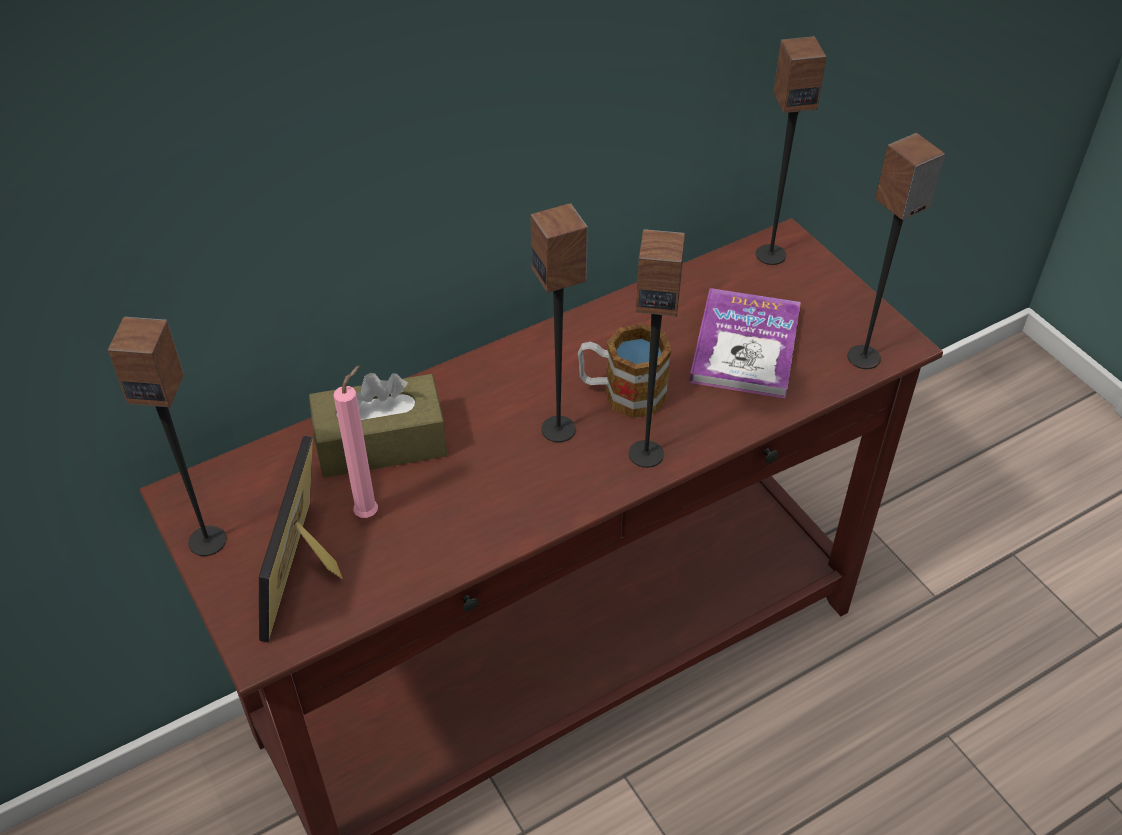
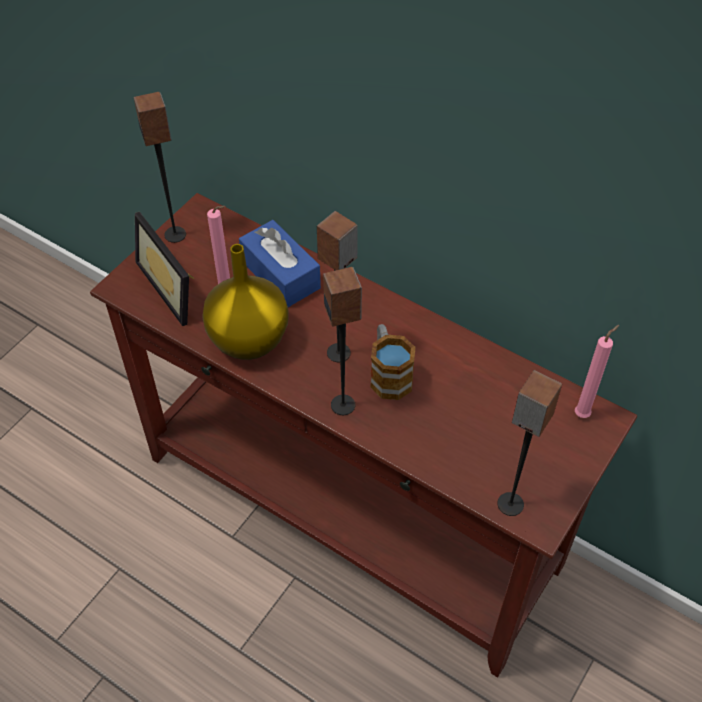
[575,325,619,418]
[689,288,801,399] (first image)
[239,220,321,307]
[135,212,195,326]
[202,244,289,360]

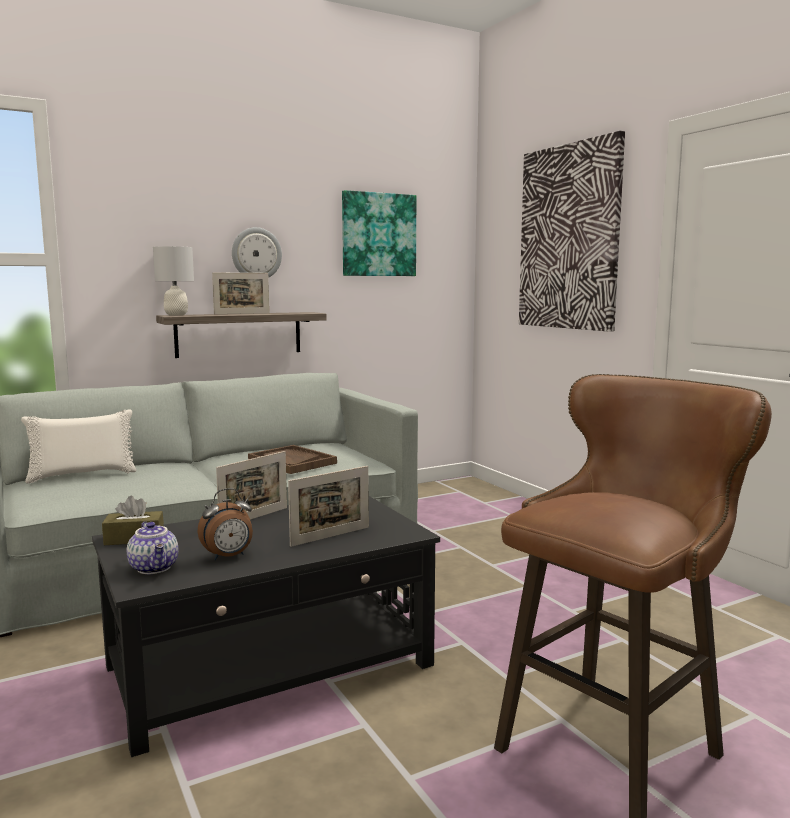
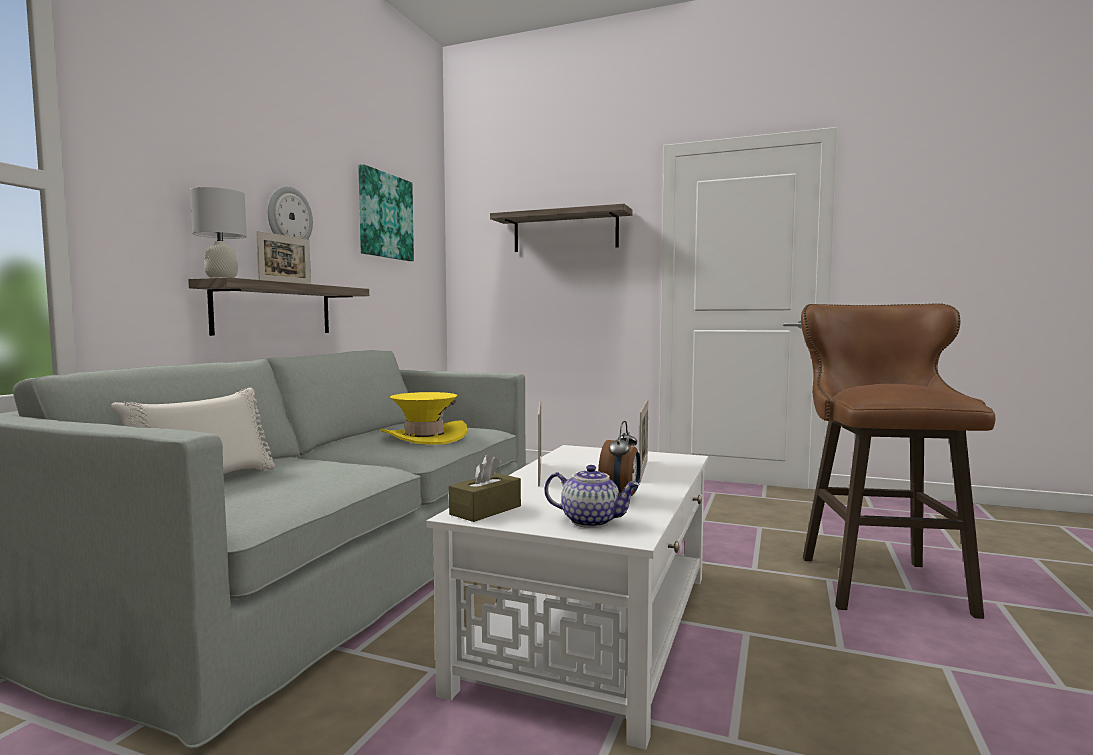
[490,204,632,252]
[381,392,467,445]
[427,445,708,750]

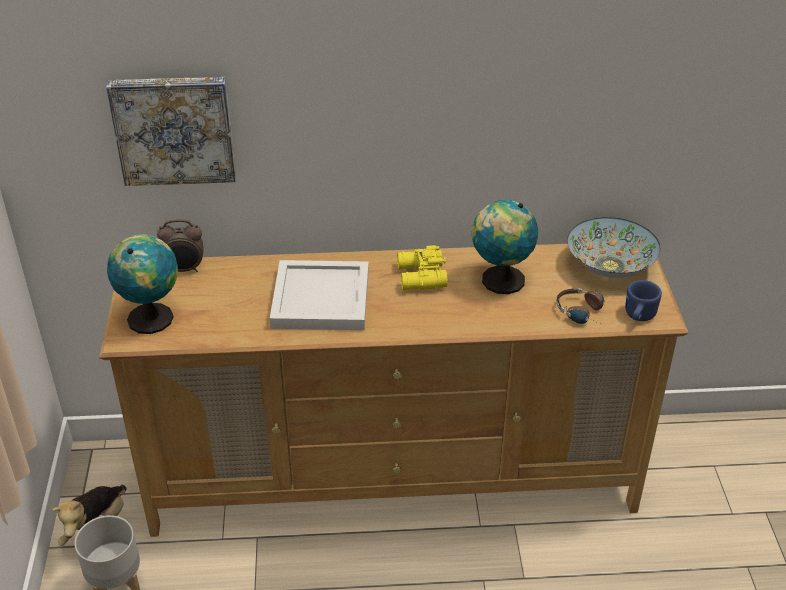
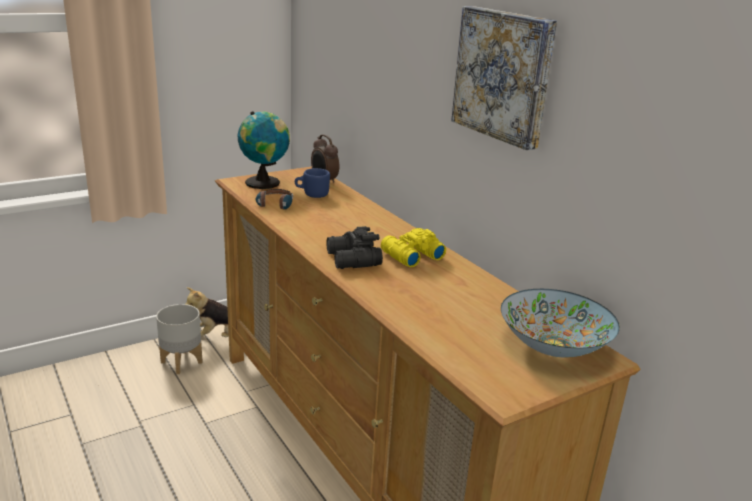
[451,6,557,150]
[472,200,538,294] (first image)
[270,260,369,330] (first image)
[295,168,330,198]
[256,189,293,210]
[326,226,383,269]

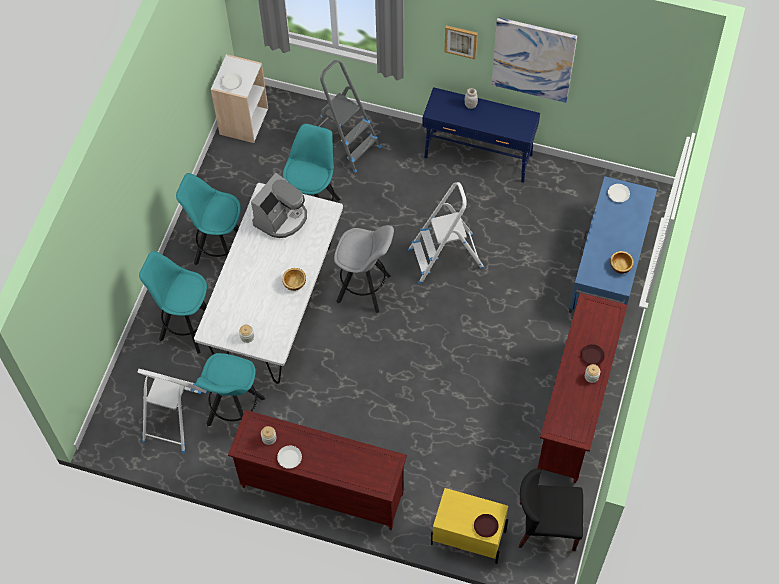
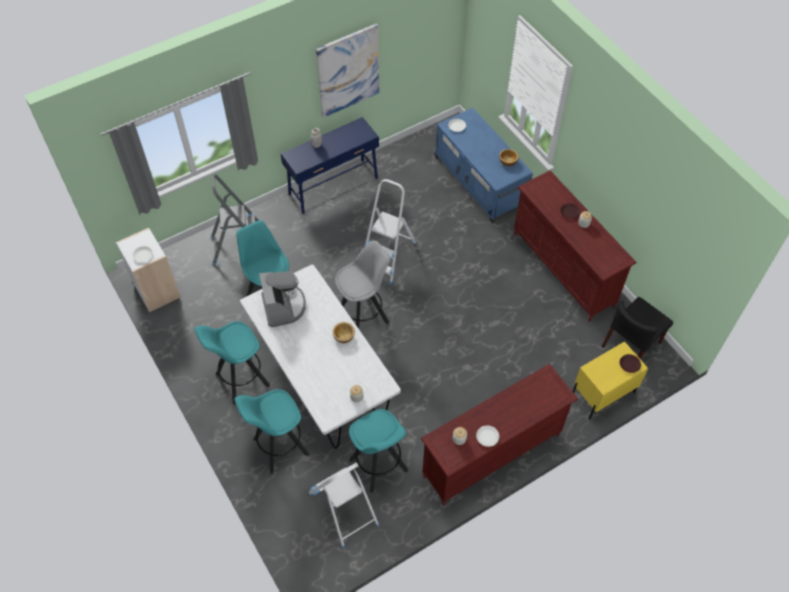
[444,25,478,59] (first image)

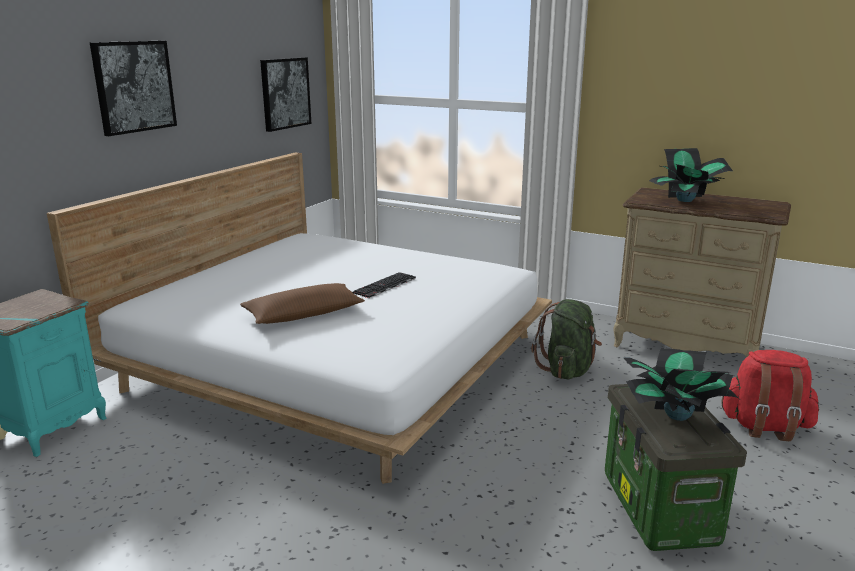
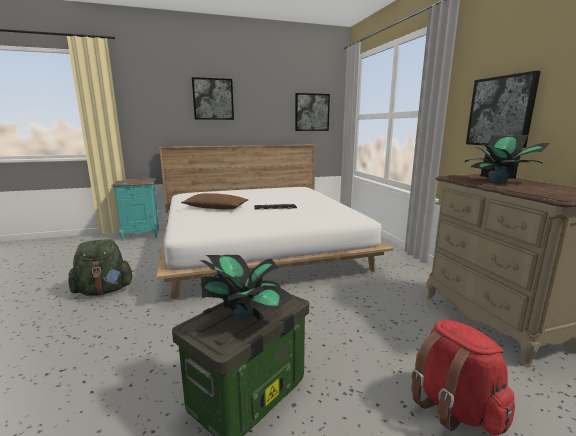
[68,239,134,296]
[466,71,541,148]

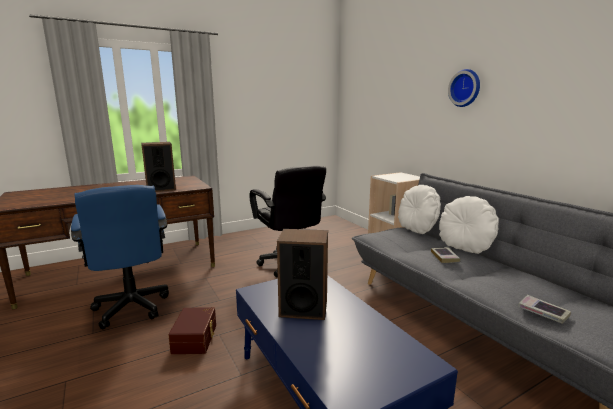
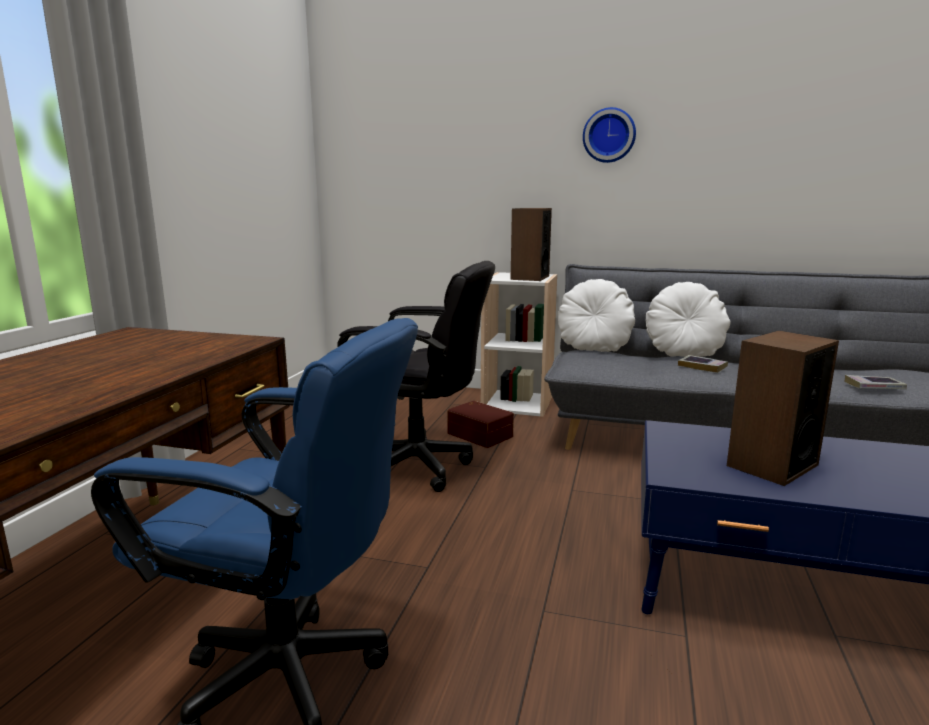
[510,208,552,281]
[447,401,514,448]

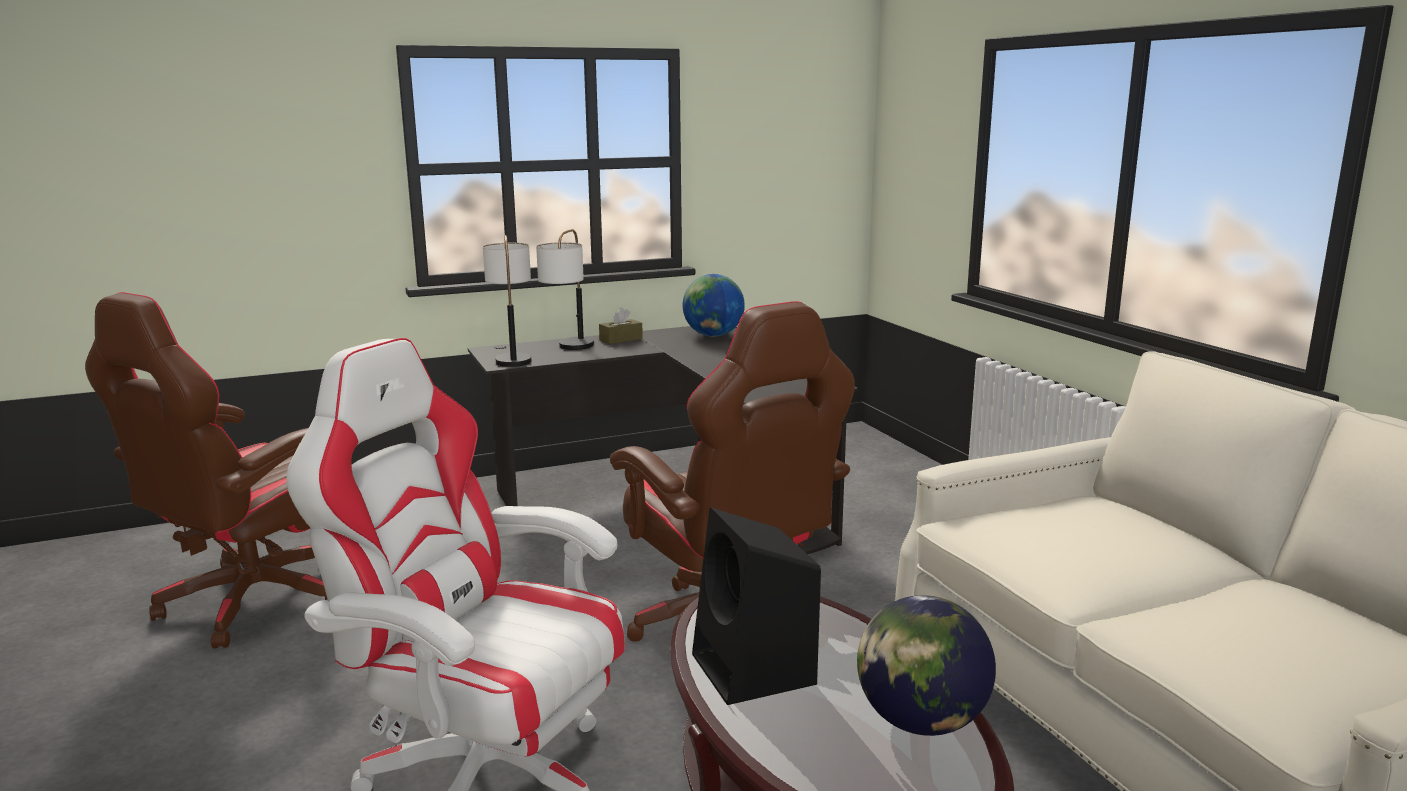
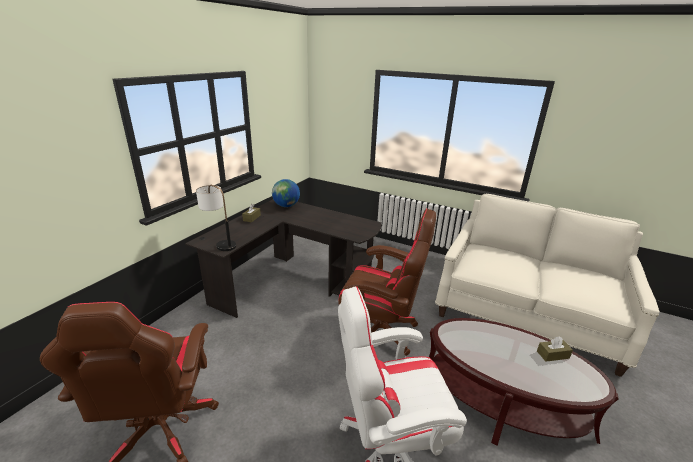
[536,229,594,350] (first image)
[692,508,821,705] (first image)
[537,336,573,362]

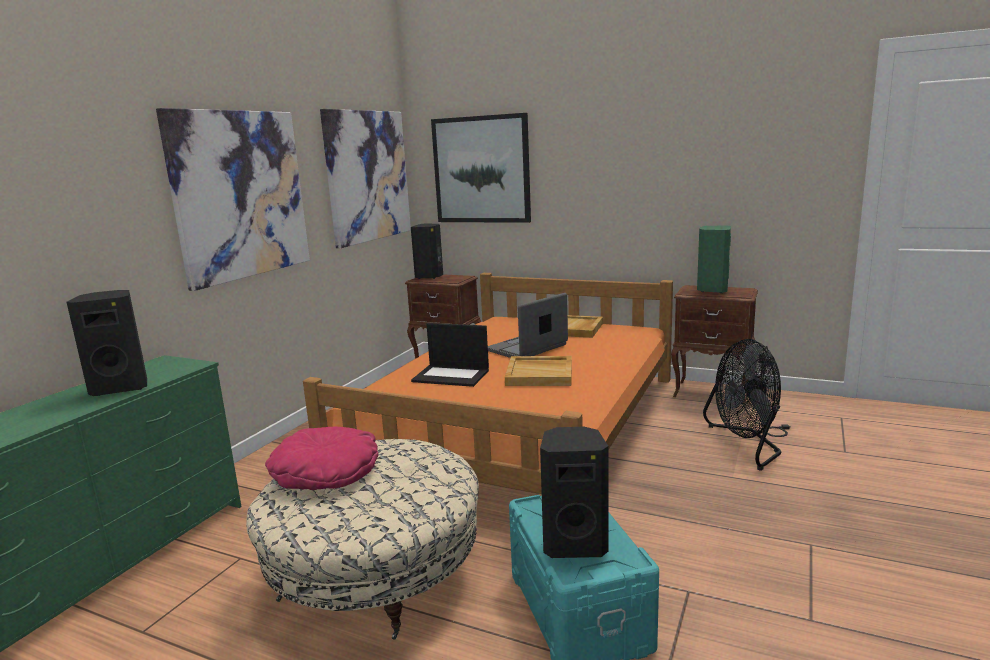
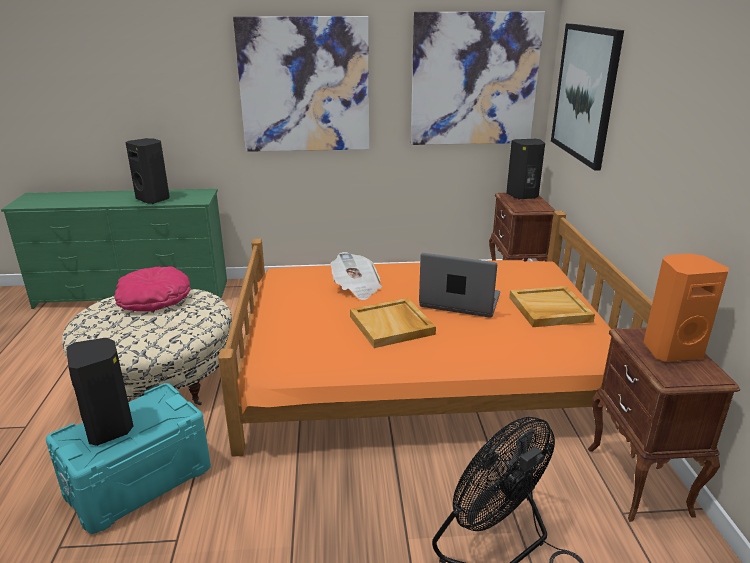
[644,253,729,362]
[330,252,382,300]

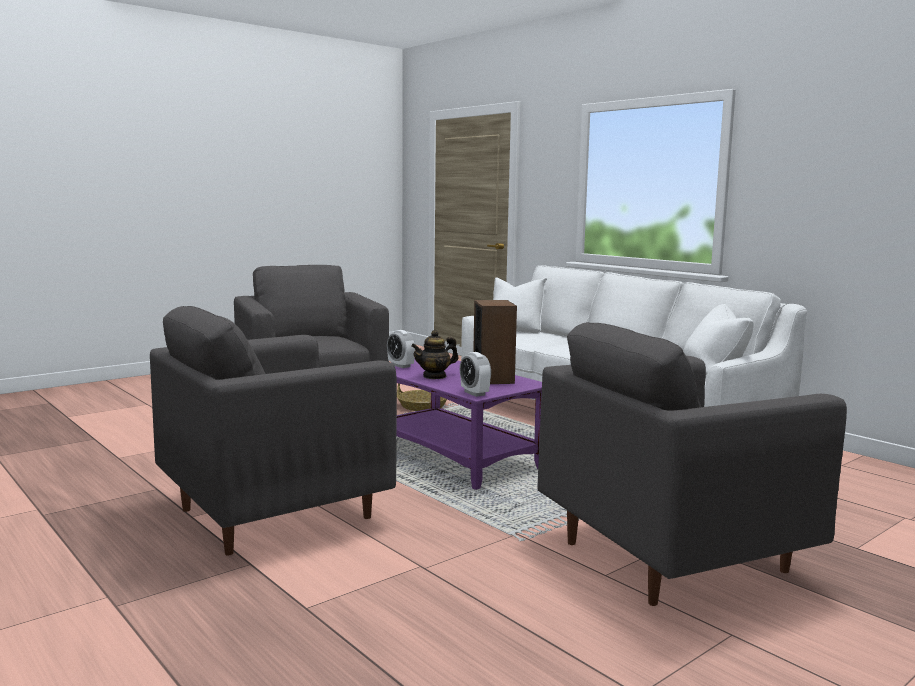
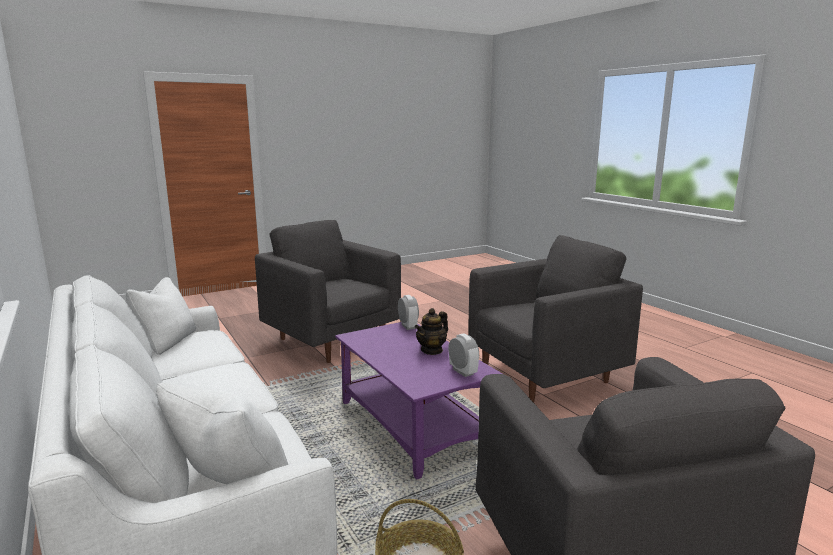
[473,300,517,384] (first image)
[255,220,401,363]
[415,308,448,355]

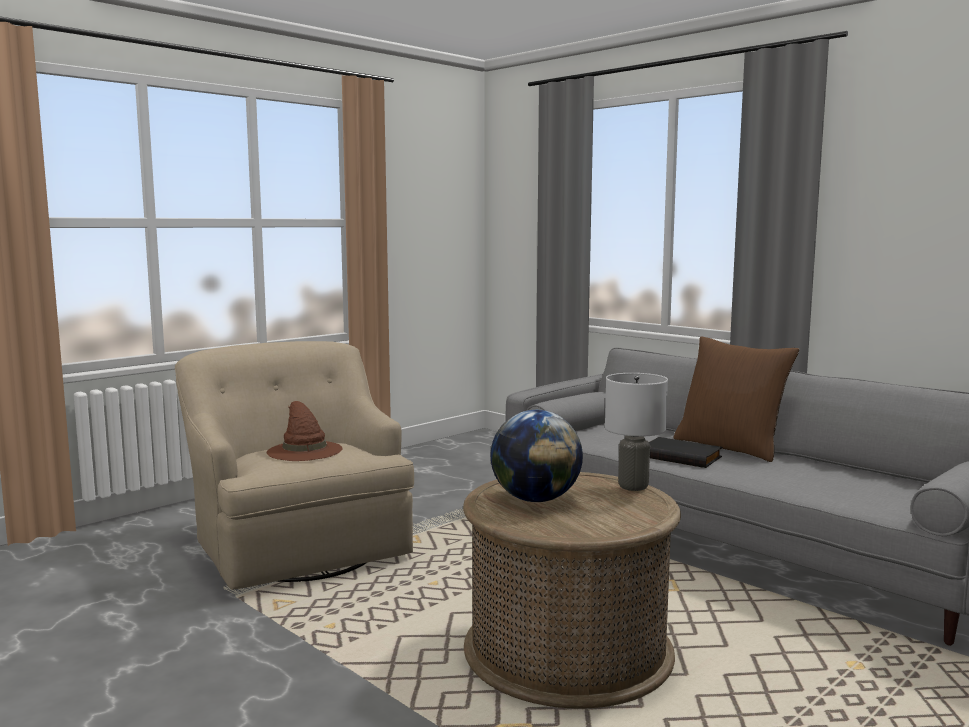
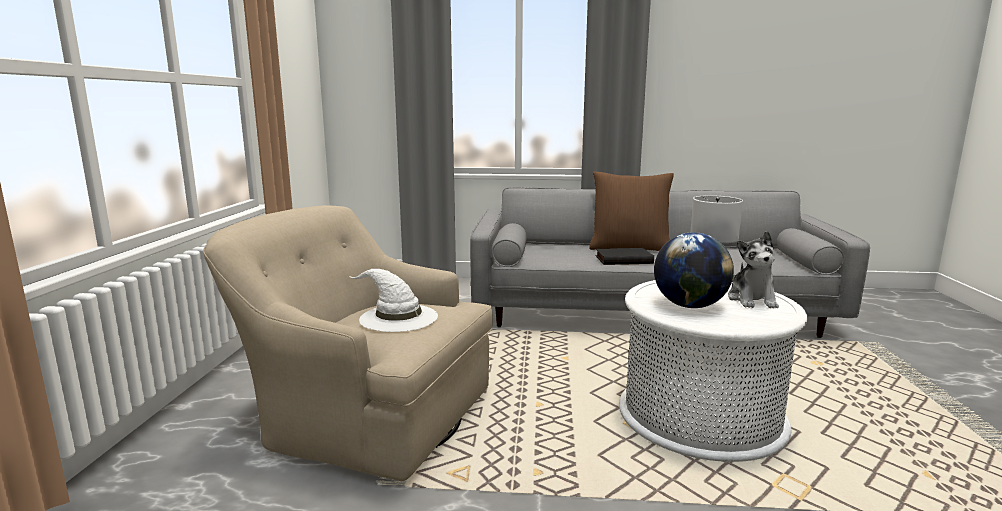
[349,269,438,332]
[619,280,808,462]
[728,231,779,308]

